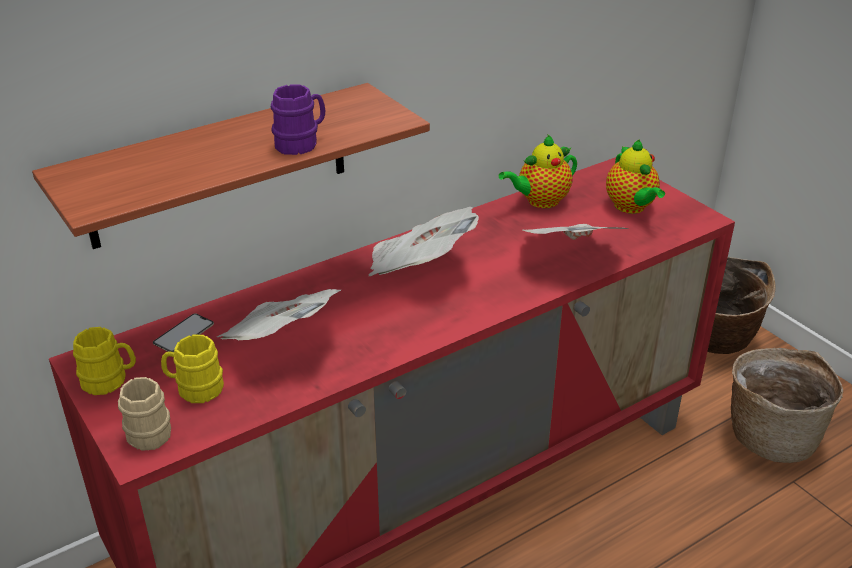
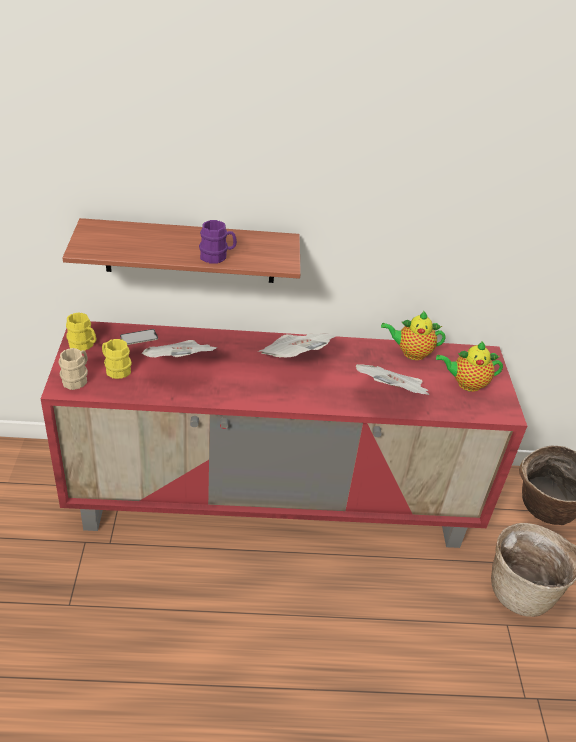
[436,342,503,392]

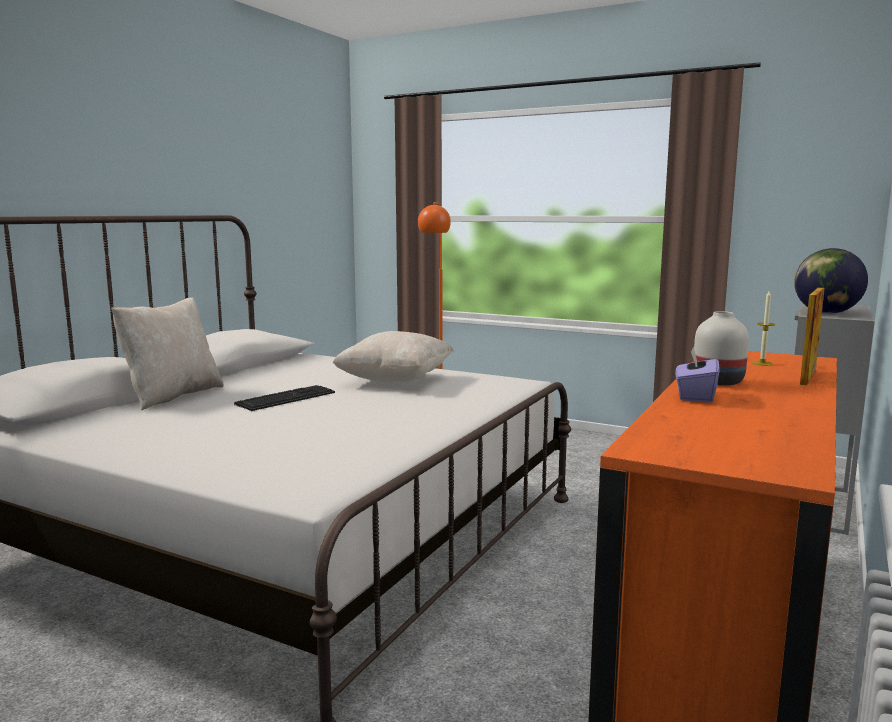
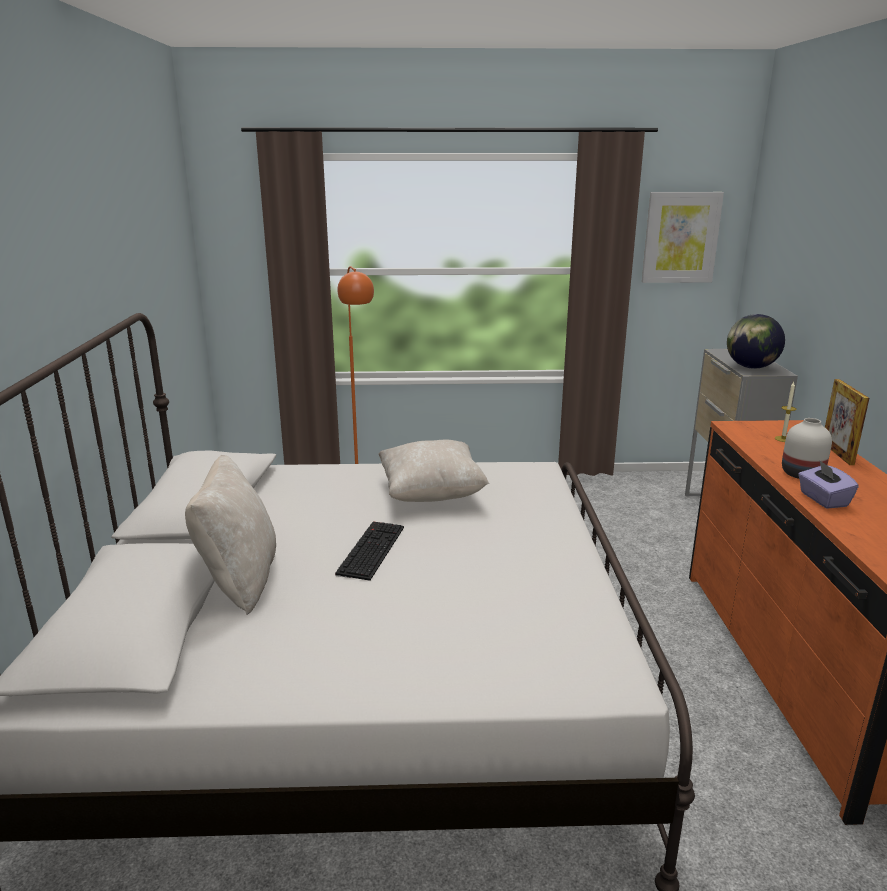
[642,192,724,283]

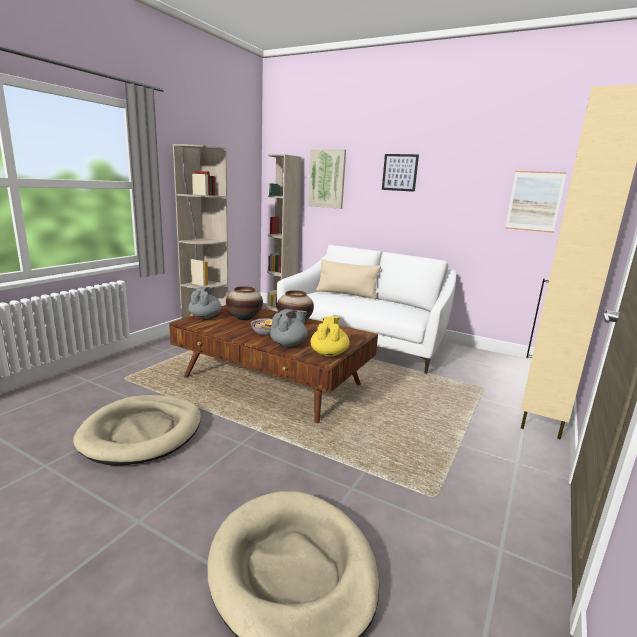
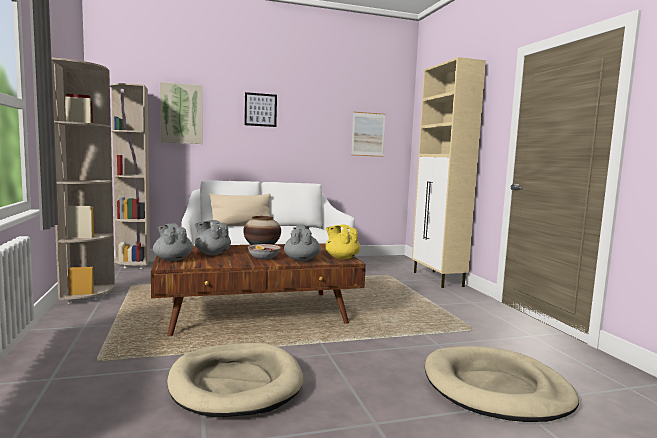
[194,220,231,255]

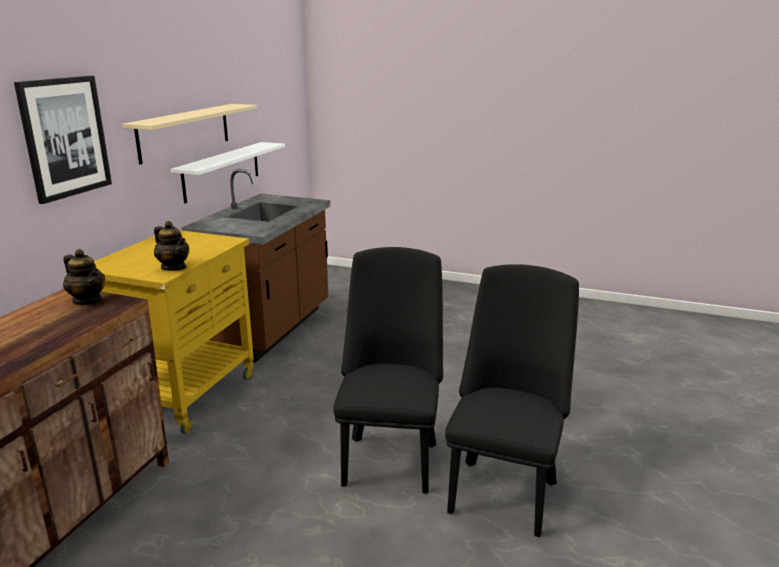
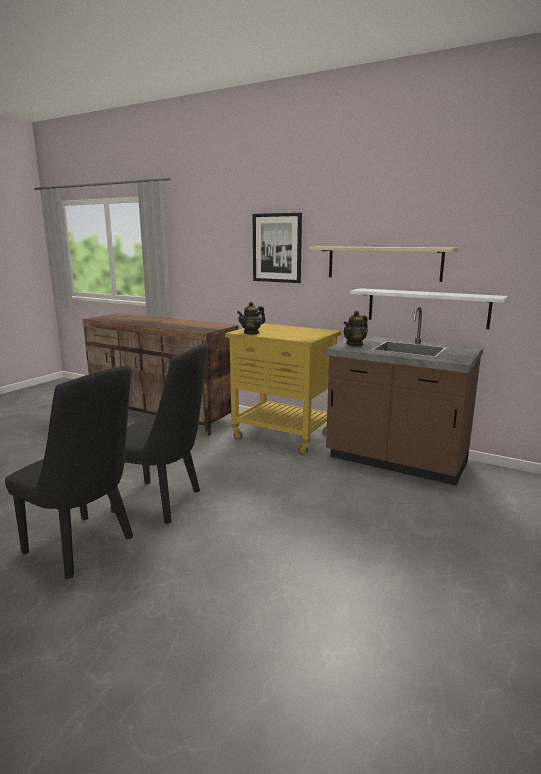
[344,311,368,347]

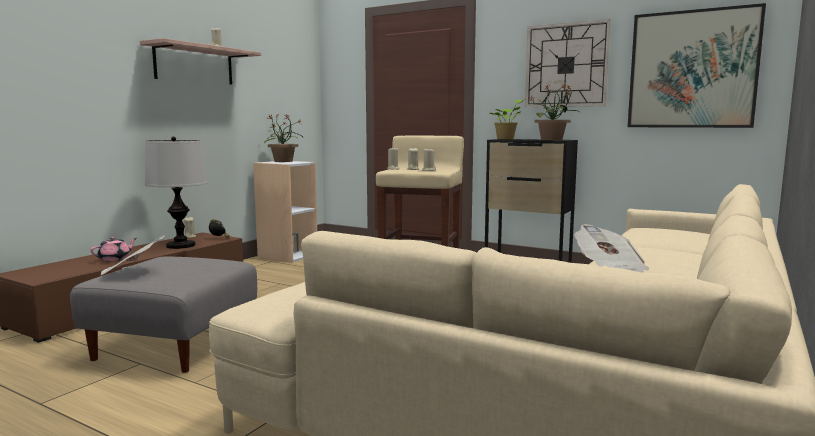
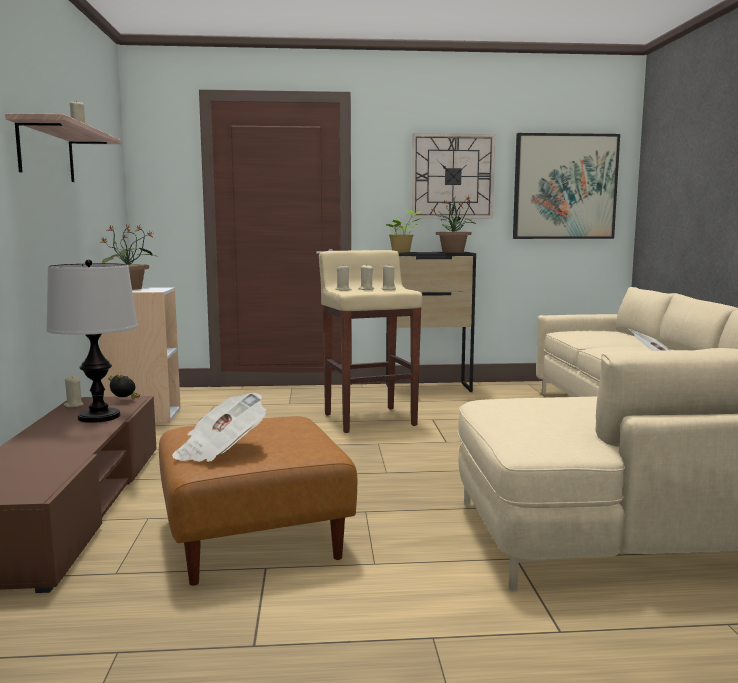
[90,237,137,261] (first image)
[159,416,357,586]

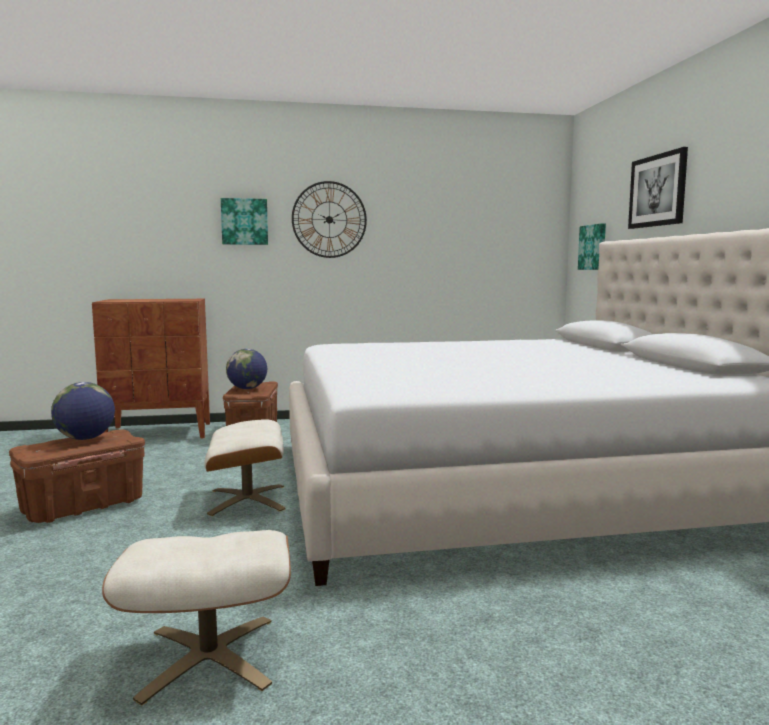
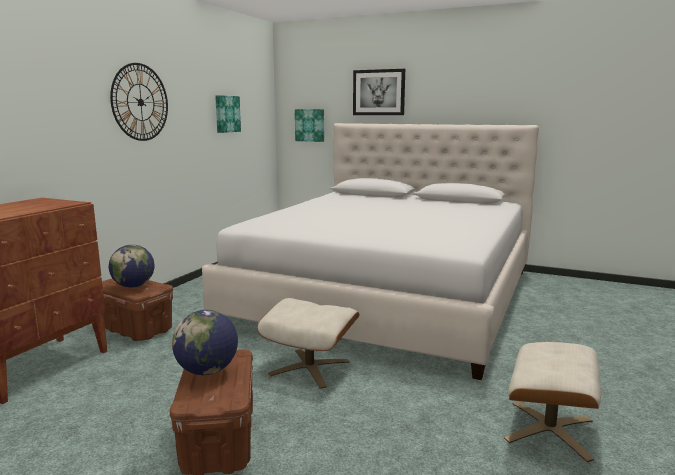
[215,95,241,133]

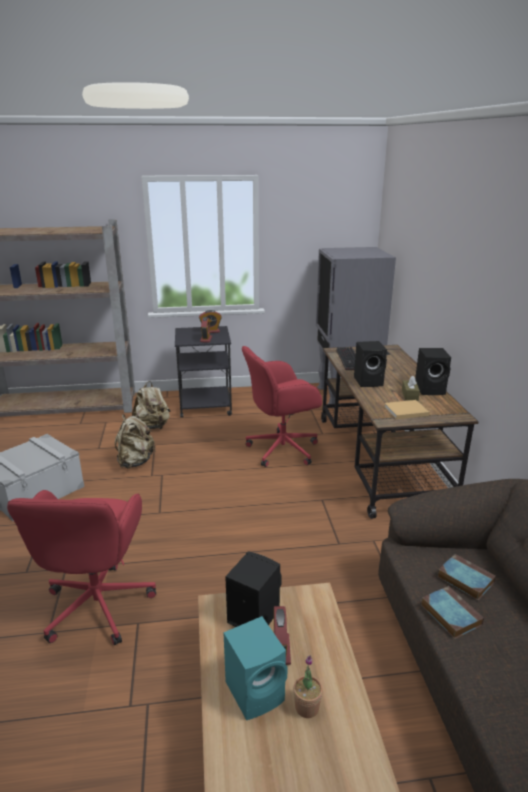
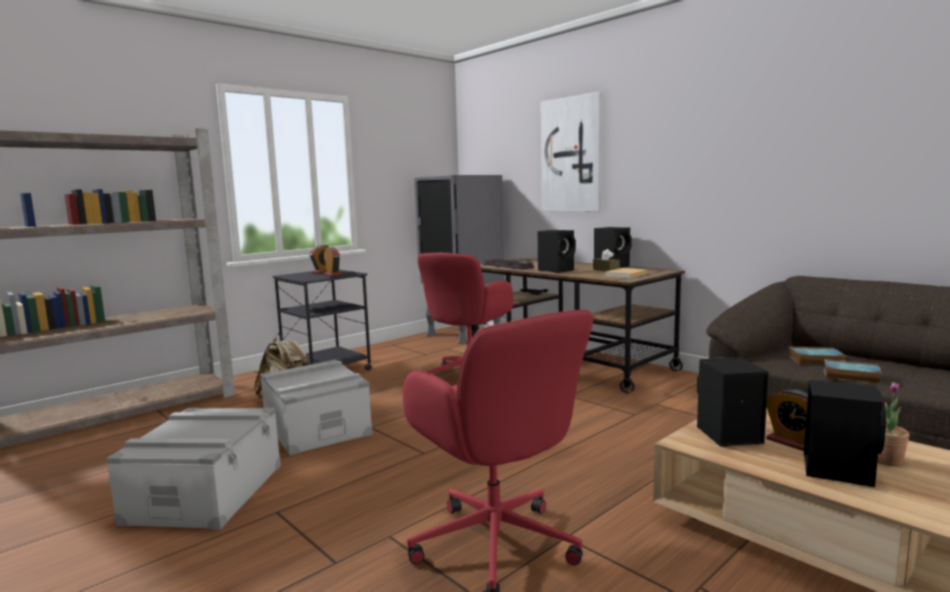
[260,360,373,455]
[804,380,886,487]
[541,91,603,211]

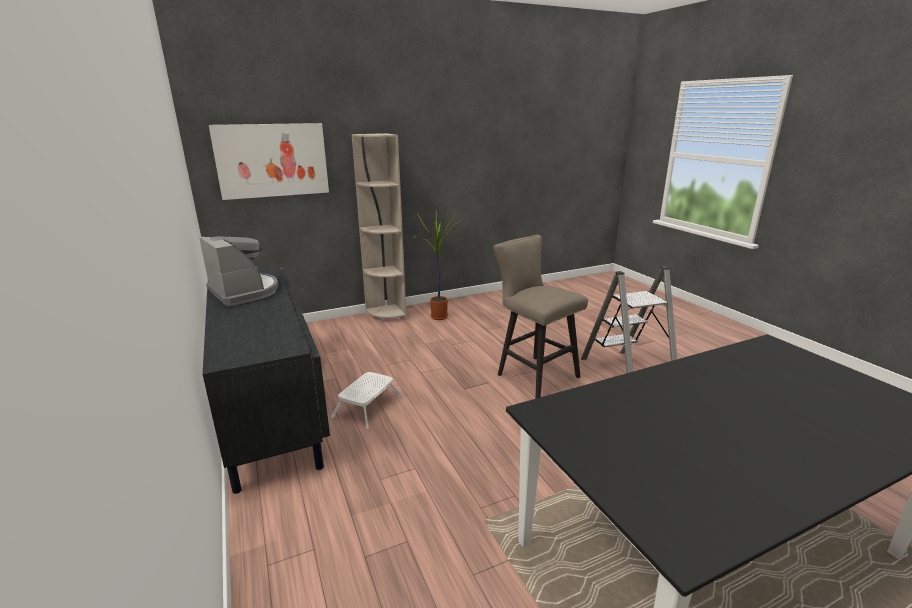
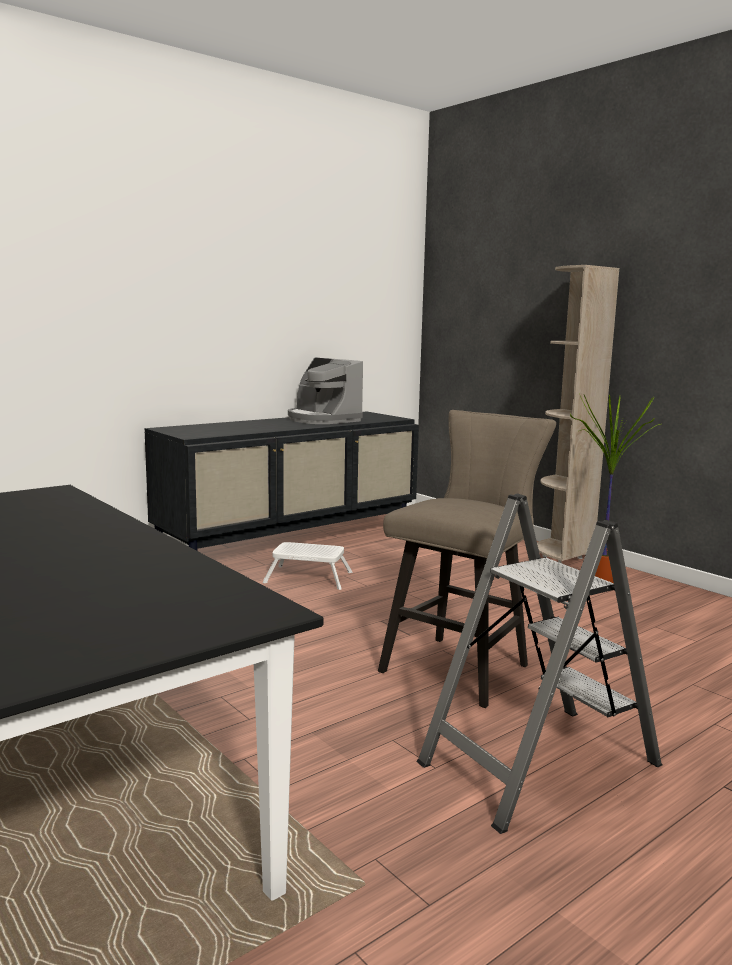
[209,123,329,200] (first image)
[288,357,363,424]

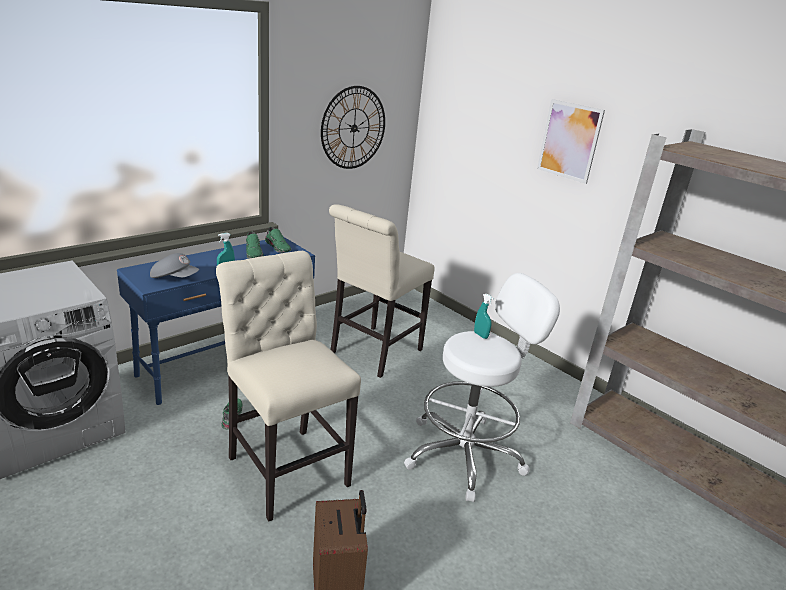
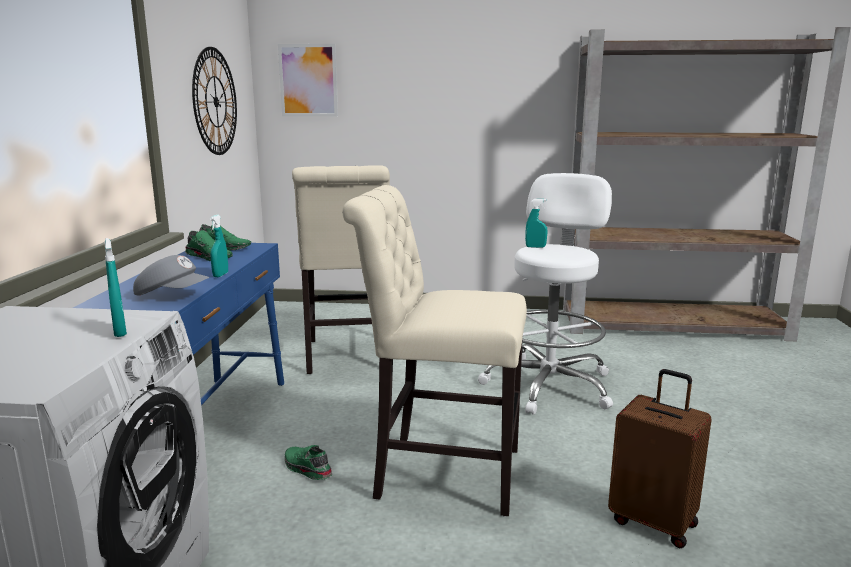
[278,44,338,116]
[133,255,210,295]
[104,238,127,337]

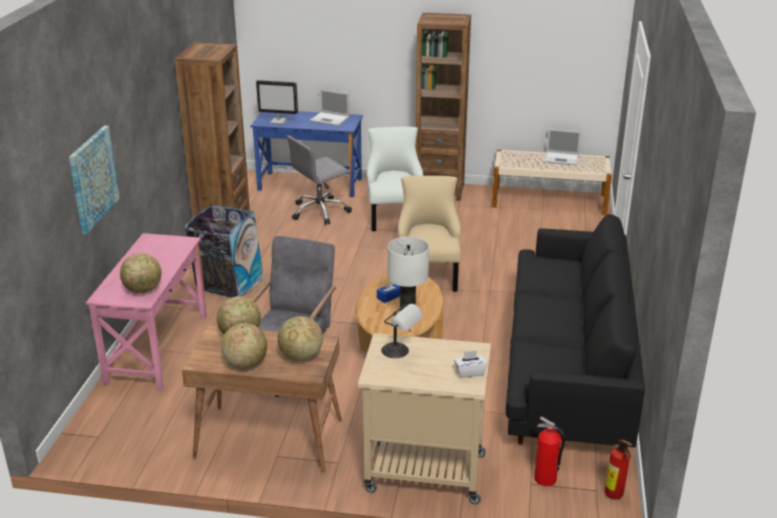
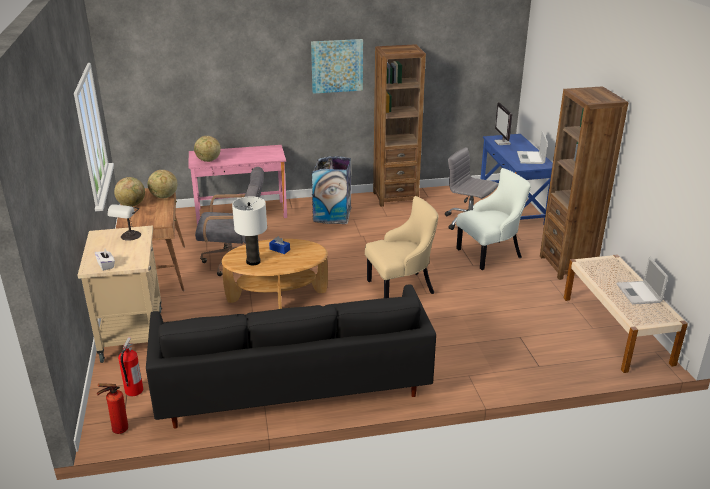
[311,39,363,94]
[278,316,323,361] (first image)

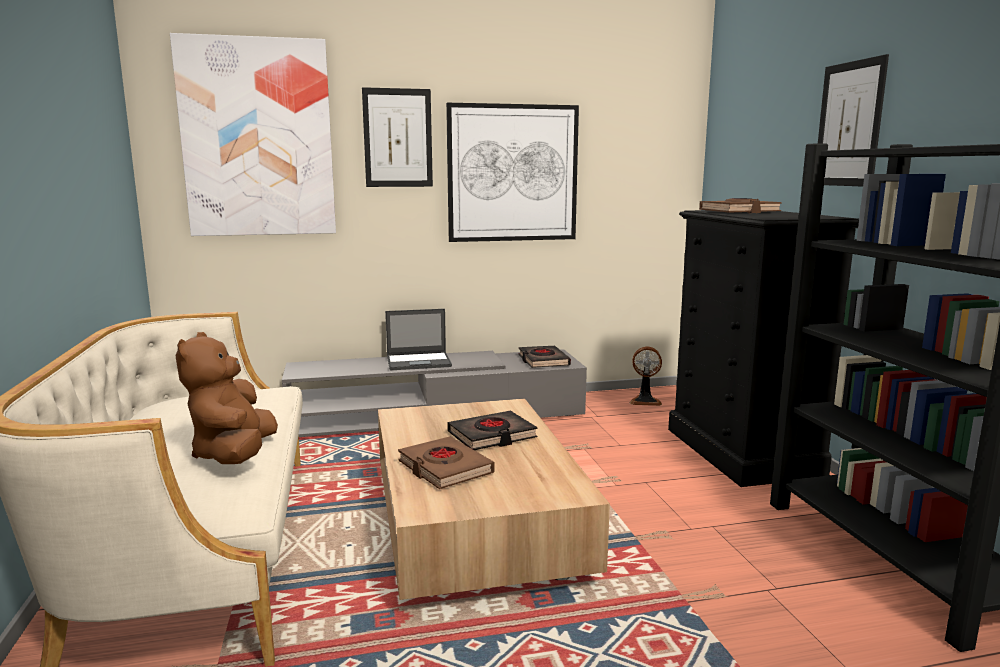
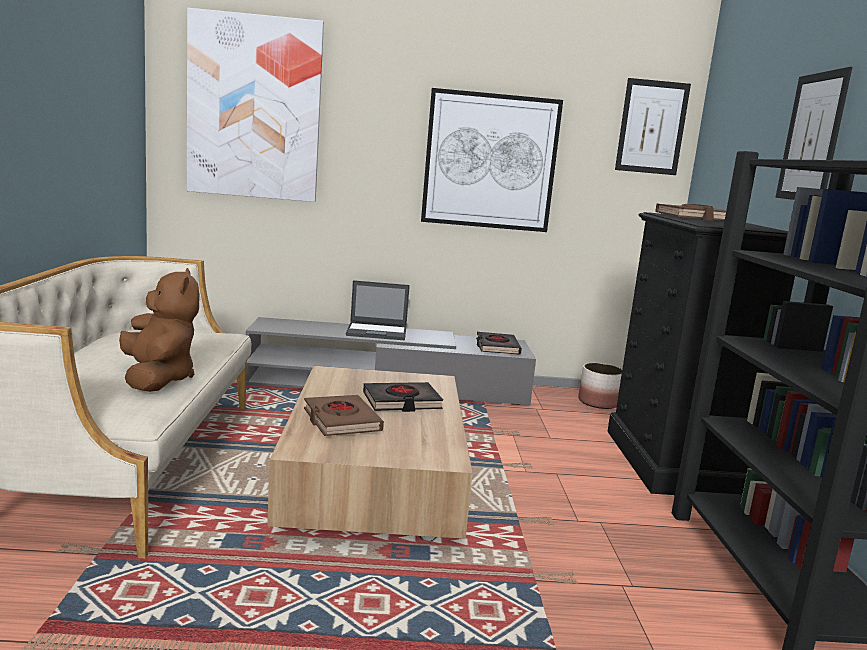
[615,78,691,175]
[119,268,199,392]
[578,363,622,409]

